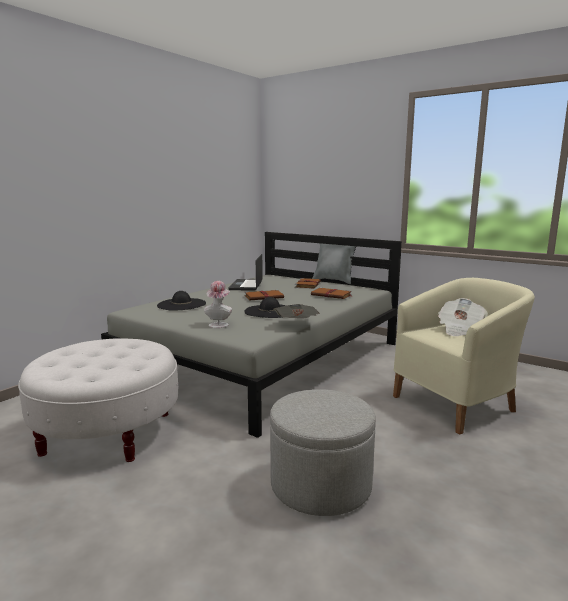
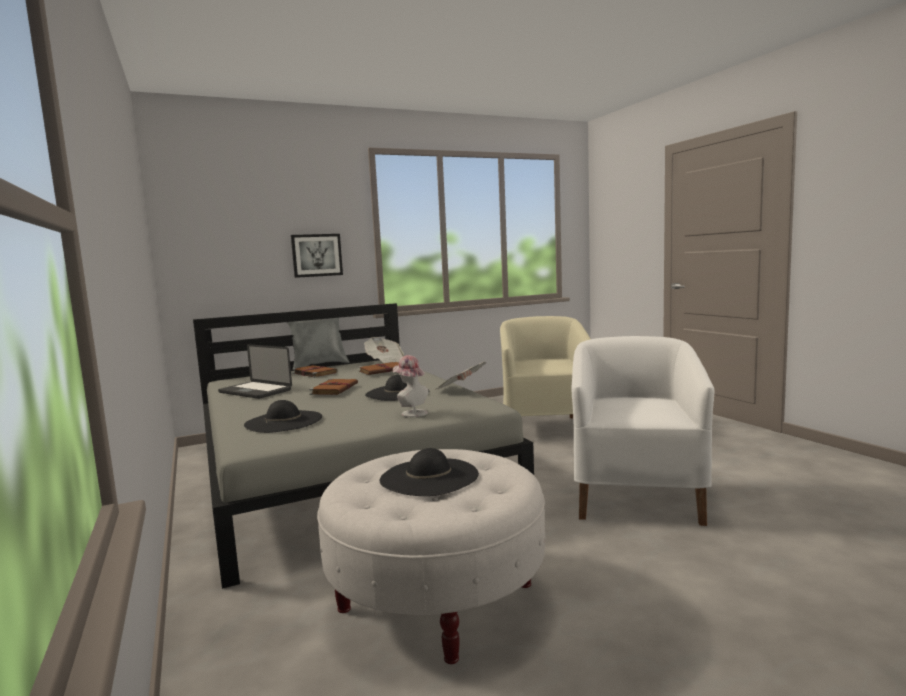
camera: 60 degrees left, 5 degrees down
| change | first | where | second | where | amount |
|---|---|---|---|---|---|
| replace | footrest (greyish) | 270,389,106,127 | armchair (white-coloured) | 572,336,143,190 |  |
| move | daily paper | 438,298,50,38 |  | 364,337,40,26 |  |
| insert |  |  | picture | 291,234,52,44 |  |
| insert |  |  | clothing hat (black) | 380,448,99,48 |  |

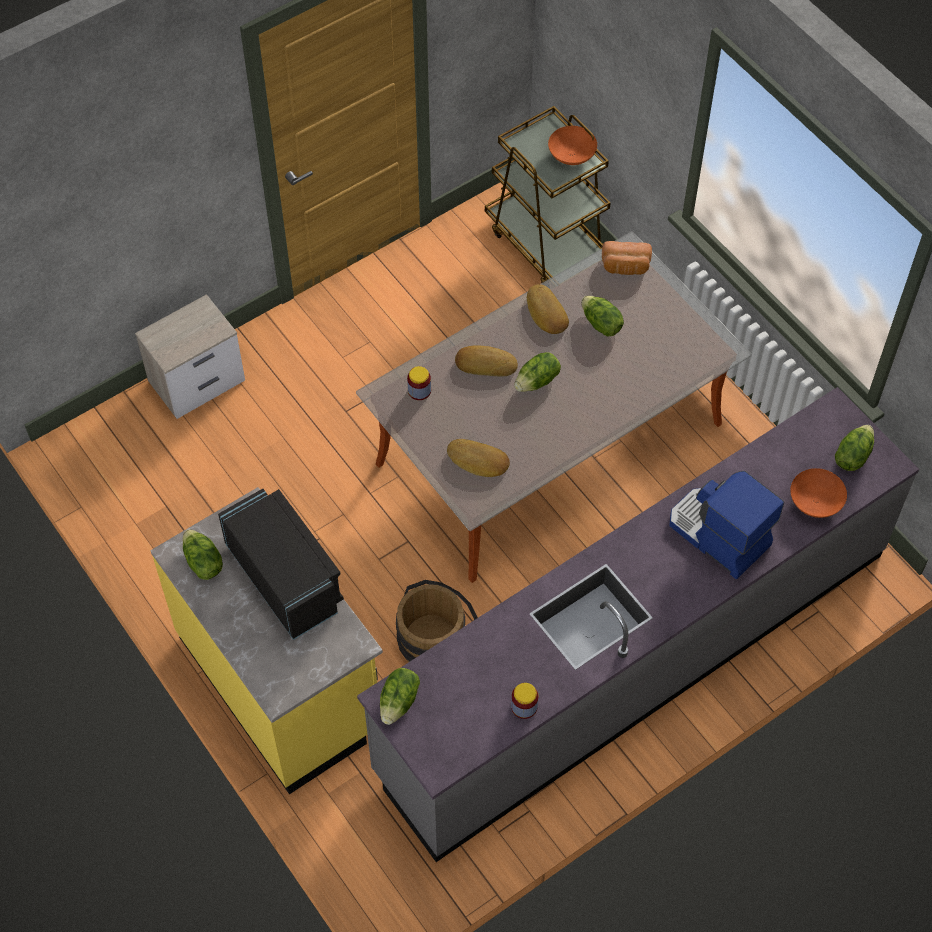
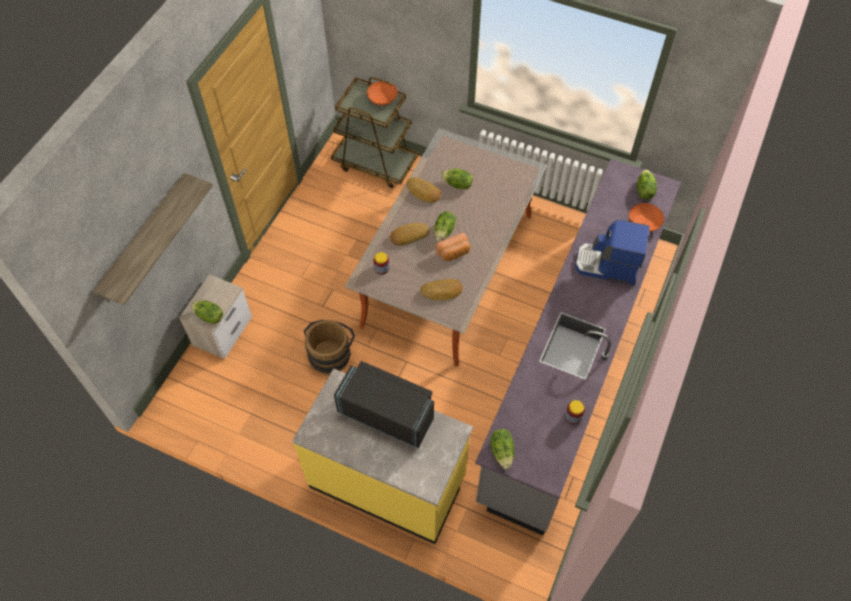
camera: 30 degrees left, 0 degrees up
| change | first | where | second | where | amount |
|---|---|---|---|---|---|
| move | lettuce head | 183,529,40,51 |  | 191,300,32,24 |  |
| move | water bucket (brown) | 396,580,82,82 |  | 304,320,51,55 |  |
| move | baked bread | 602,241,50,34 |  | 436,233,34,28 |  |
| insert |  |  | bracket shelf | 93,173,120,132 |  |

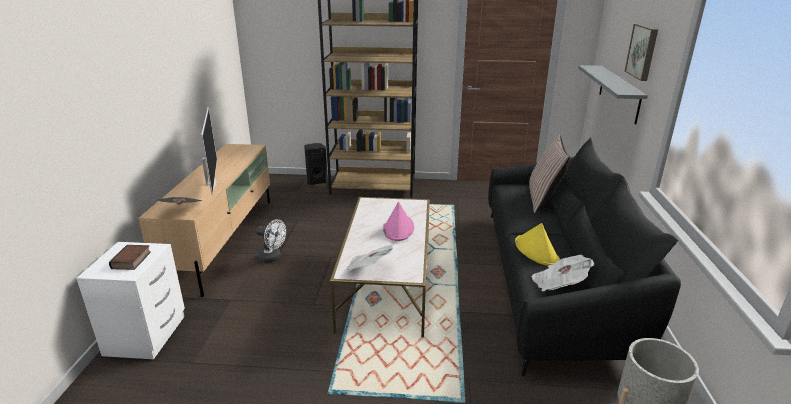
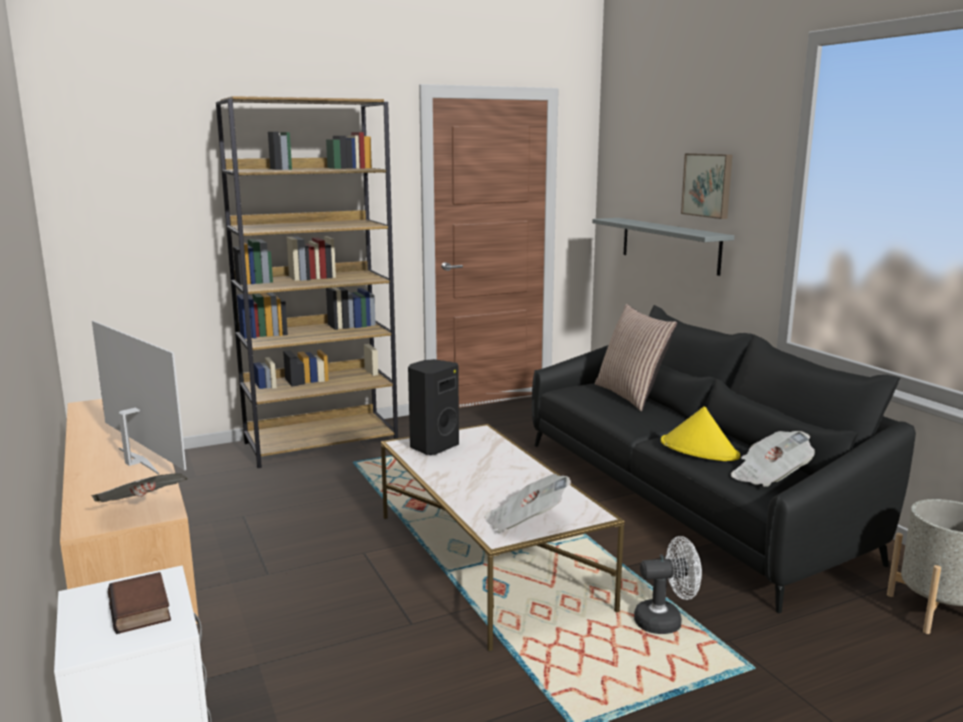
camera: 30 degrees left, 10 degrees down
| change | first | where | second | where | amount |
|---|---|---|---|---|---|
| move | cooling fan (white-coloured) | 256,219,30,44 |  | 634,536,68,98 |  |
| move | speaker (black) | 304,143,24,42 |  | 408,359,51,96 |  |
| delete | clothing hat (pinkish) | 383,202,31,39 |  |  |  |

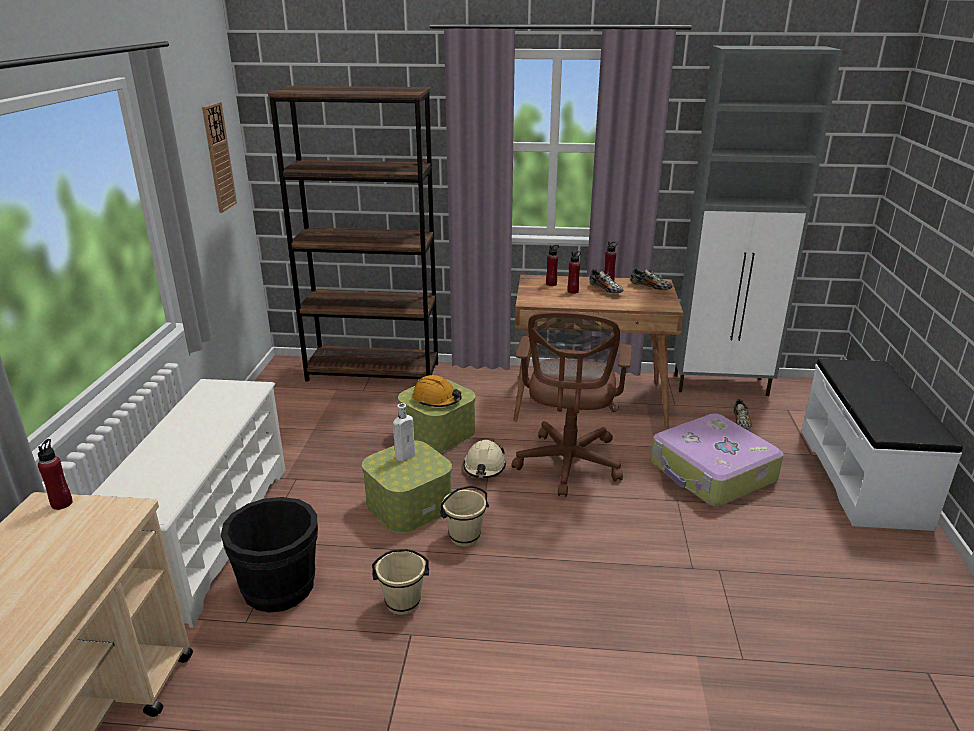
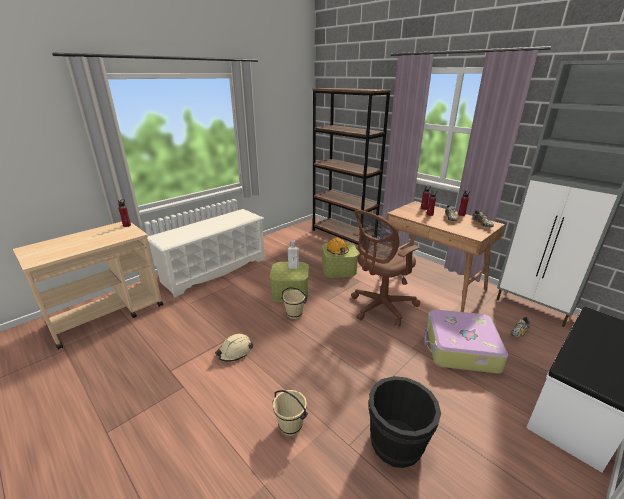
camera: 40 degrees right, 0 degrees up
| change | first | where | second | where | amount |
|---|---|---|---|---|---|
| delete | clock on the wall | 202,102,35,111 |  |  |  |
| move | water bucket (black) | 221,497,97,116 |  | 369,376,72,92 |  |
| move | water bucket (beige-coloured) | 372,549,57,66 |  | 273,390,35,46 |  |
| move | work helmet (beige-coloured) | 463,440,43,38 |  | 215,334,38,28 |  |

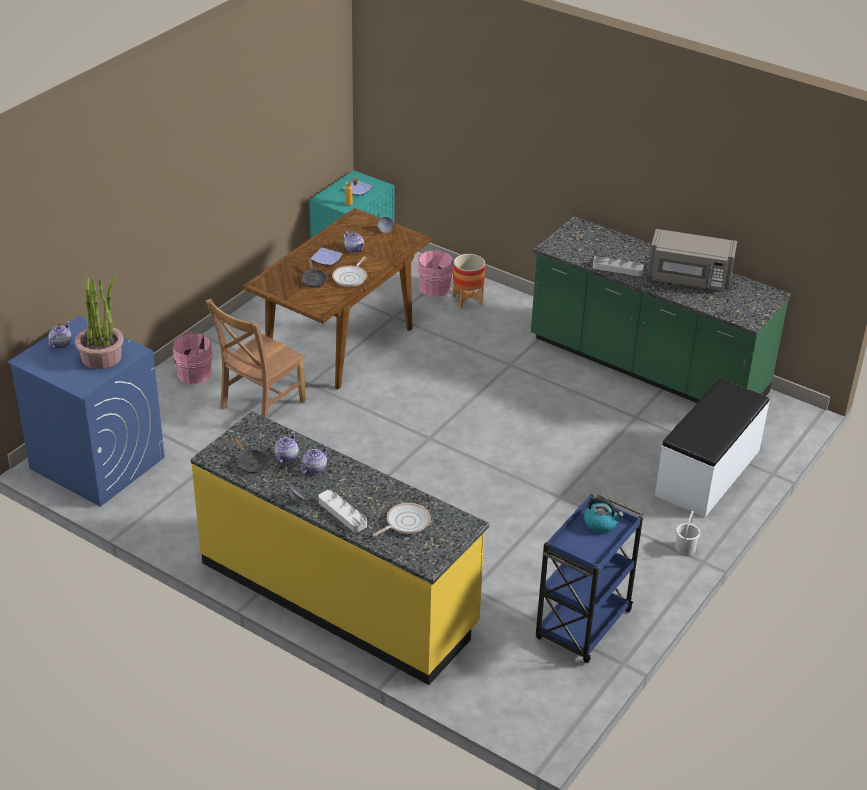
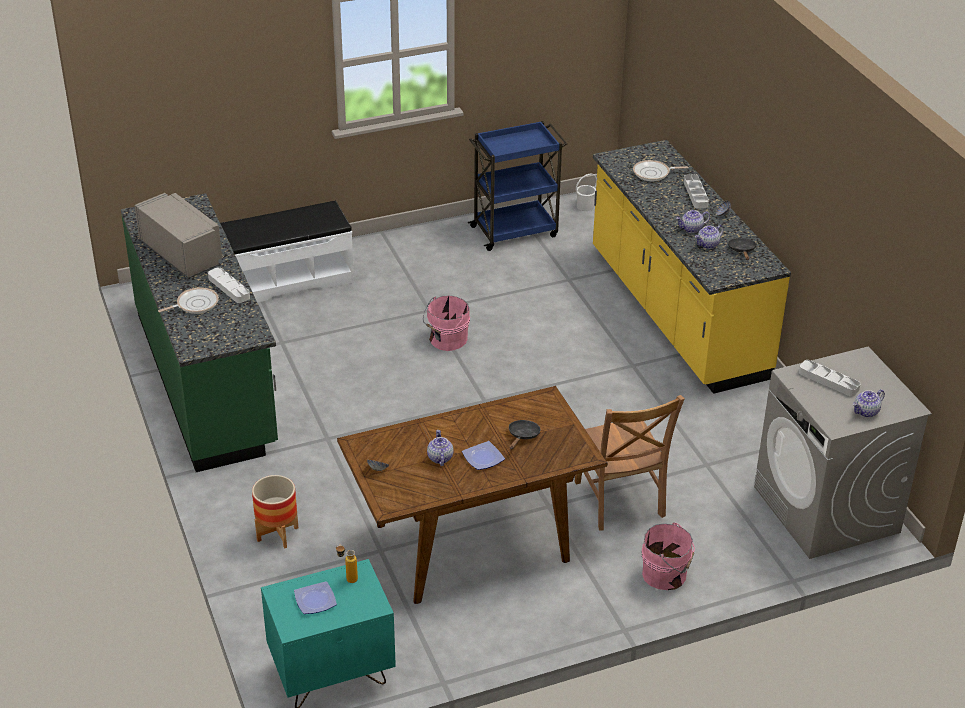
camera: 145 degrees left, 0 degrees up
| change | first | where | second | where | amount |
|---|---|---|---|---|---|
| recolor | laundry appliance (blue-coloured) | 7,316,158,191 | laundry appliance (greyish) | 754,346,178,213 |  |
| replace | plant in a pot | 75,274,49,95 | serving tray (greyish) | 799,360,61,36 |  |
| rotate | chair (brown) | 206,299,100,119 |  | 575,395,110,136 | 90 degrees clockwise |
| move | pan | 332,256,35,31 |  | 158,287,61,27 |  |
| move | water bucket (pinkish) | 417,250,37,47 |  | 423,295,47,56 |  |
| delete | water kettle | 584,497,40,36 |  |  |  |
| move | water bucket (white-coloured) | 675,511,26,44 |  | 576,174,21,37 |  |

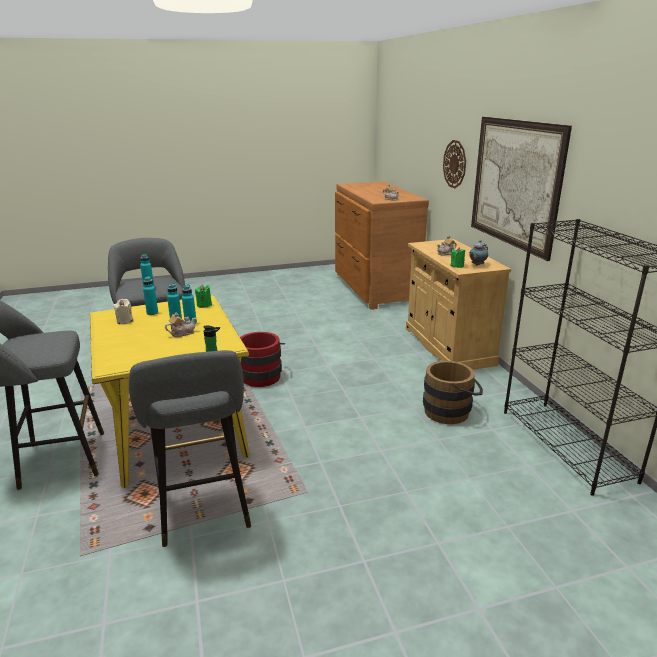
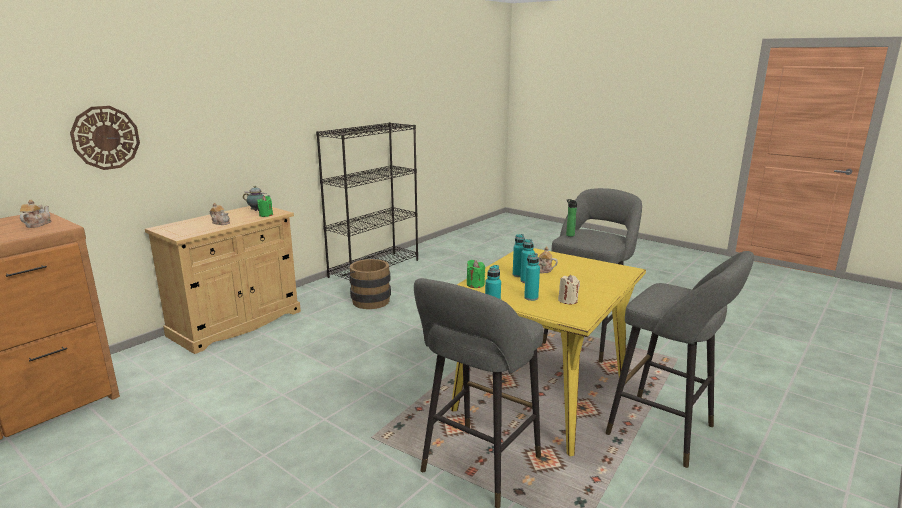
camera: 125 degrees left, 5 degrees down
| change | first | where | second | where | amount |
|---|---|---|---|---|---|
| delete | water bucket (red) | 240,332,45,55 |  |  |  |
| delete | picture | 471,117,101,144 |  |  |  |

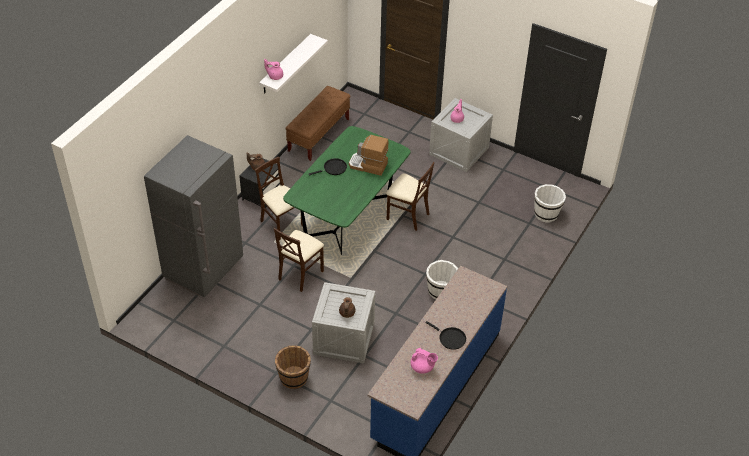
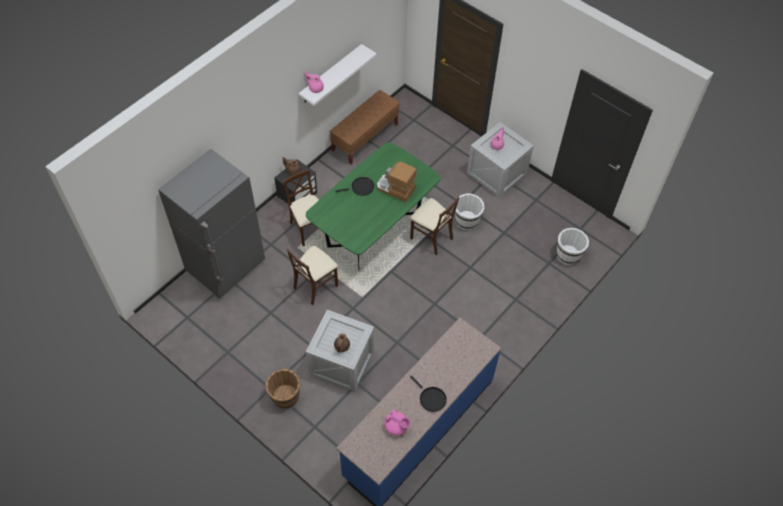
camera: 10 degrees right, 10 degrees up
| change | first | where | second | where | amount |
|---|---|---|---|---|---|
| move | water bucket (white-coloured) | 426,260,32,39 |  | 455,193,30,37 |  |

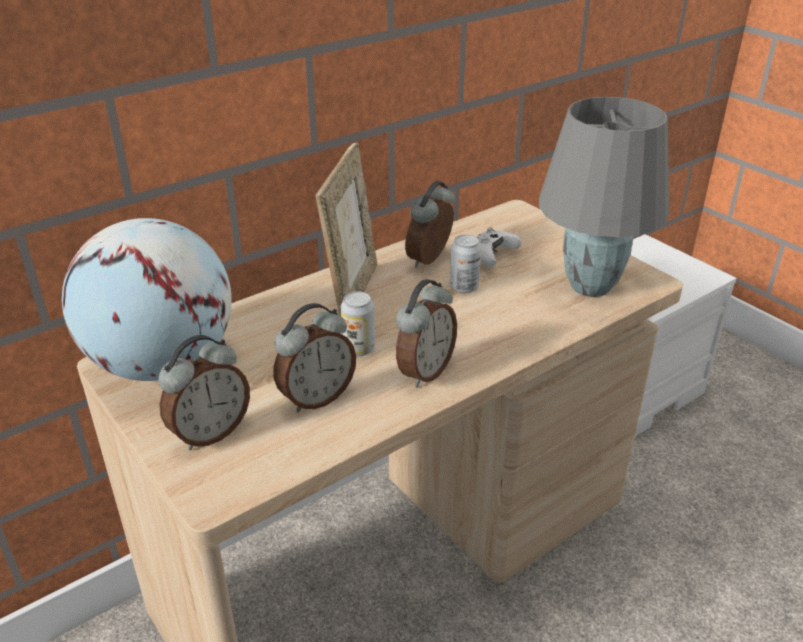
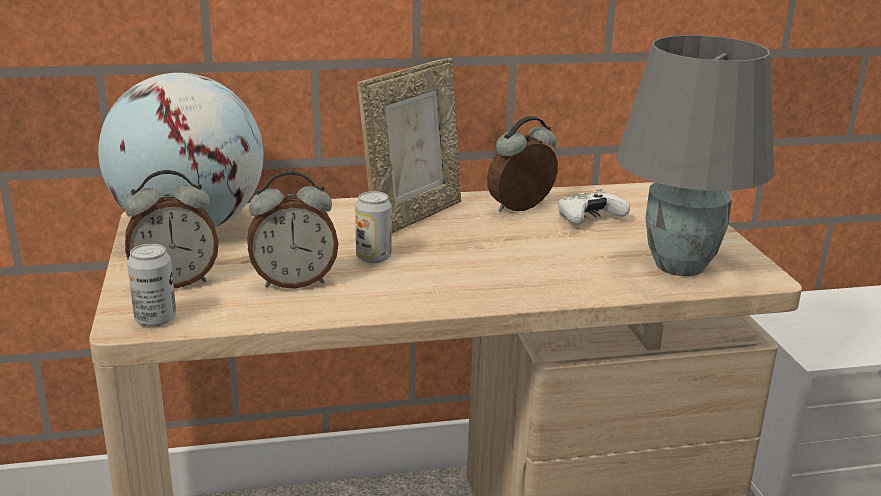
camera: 25 degrees right, 10 degrees down
| change | first | where | second | where | amount |
|---|---|---|---|---|---|
| delete | bedside clock | 396,279,61,108 |  |  |  |
| move | sealed can | 450,234,31,59 |  | 127,244,49,83 |  |

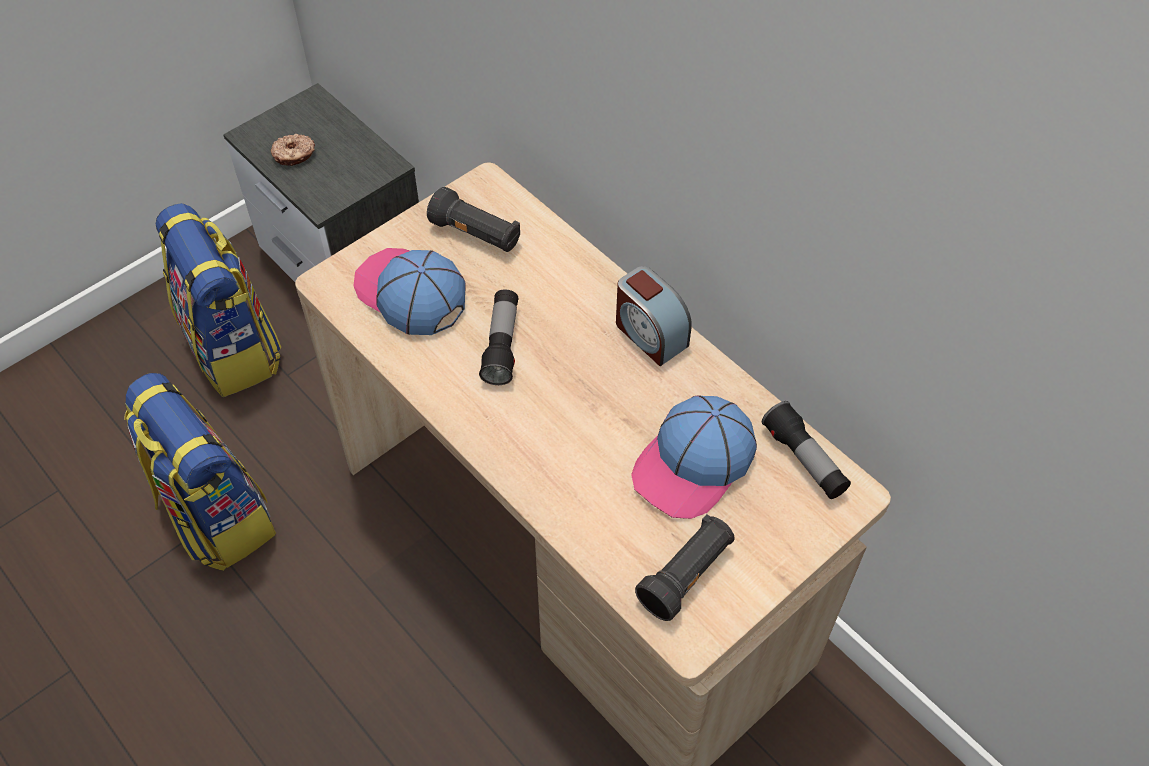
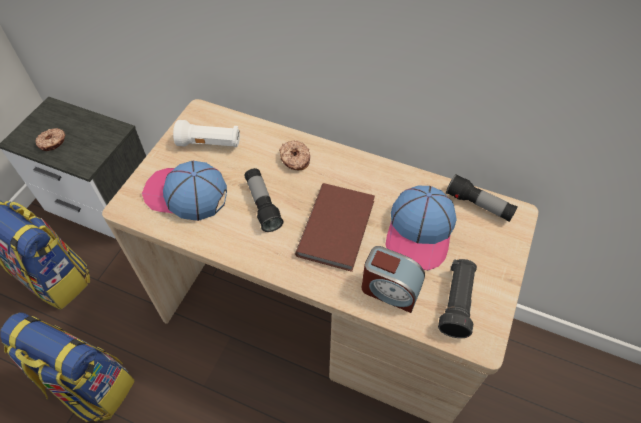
camera: 25 degrees left, 0 degrees up
| change | first | where | second | where | amount |
|---|---|---|---|---|---|
| recolor | hand torch (black) | 427,187,93,65 | hand torch (white-coloured) | 173,120,67,27 |  |
| move | bedside clock | 616,266,76,100 |  | 362,246,63,67 |  |
| insert |  |  | donut | 279,141,31,30 |  |
| insert |  |  | volume (brown) | 295,183,80,89 |  |

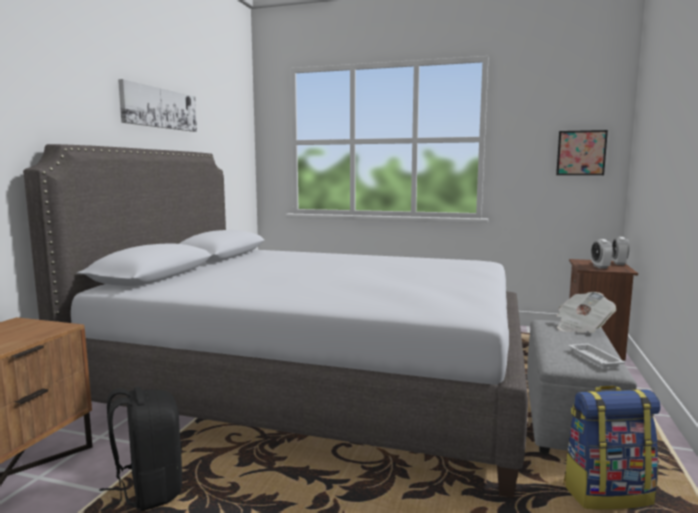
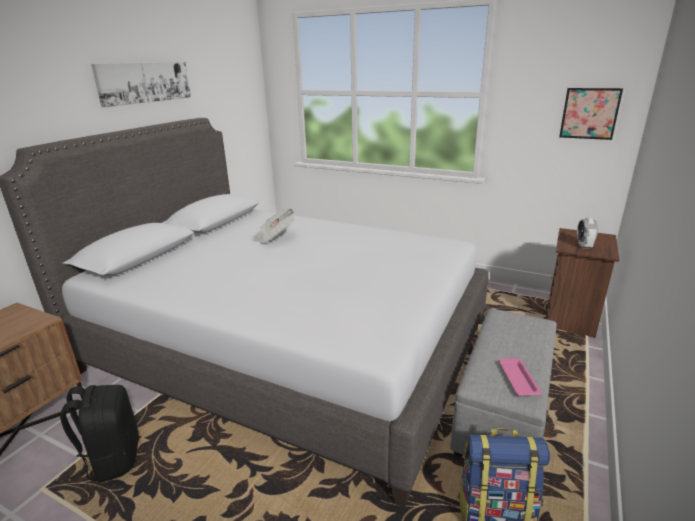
camera: 10 degrees right, 15 degrees up
| change | first | where | second | where | amount |
|---|---|---|---|---|---|
| move | daily paper | 557,292,59,41 |  | 250,208,45,35 |  |
| recolor | serving tray (white-coloured) | 569,344,56,23 | serving tray (pinkish) | 498,358,44,38 |  |
| delete | bedside clock | 612,237,18,28 |  |  |  |

